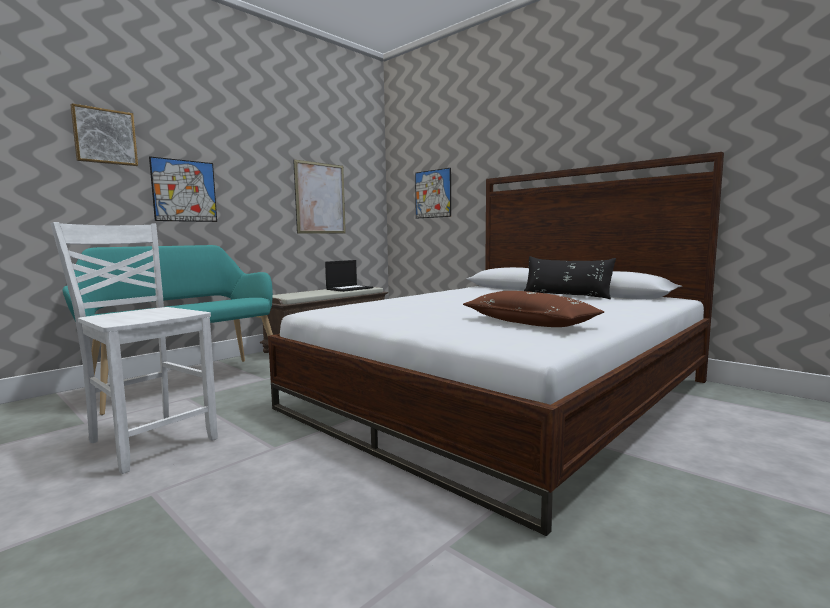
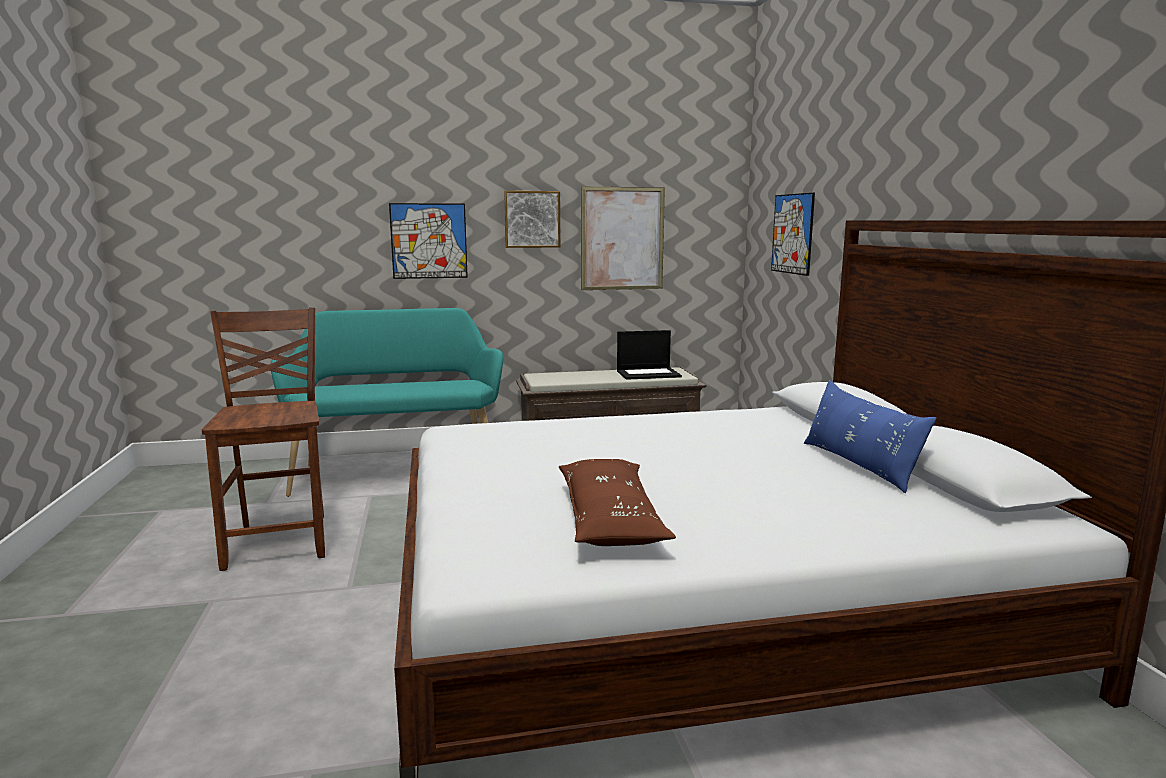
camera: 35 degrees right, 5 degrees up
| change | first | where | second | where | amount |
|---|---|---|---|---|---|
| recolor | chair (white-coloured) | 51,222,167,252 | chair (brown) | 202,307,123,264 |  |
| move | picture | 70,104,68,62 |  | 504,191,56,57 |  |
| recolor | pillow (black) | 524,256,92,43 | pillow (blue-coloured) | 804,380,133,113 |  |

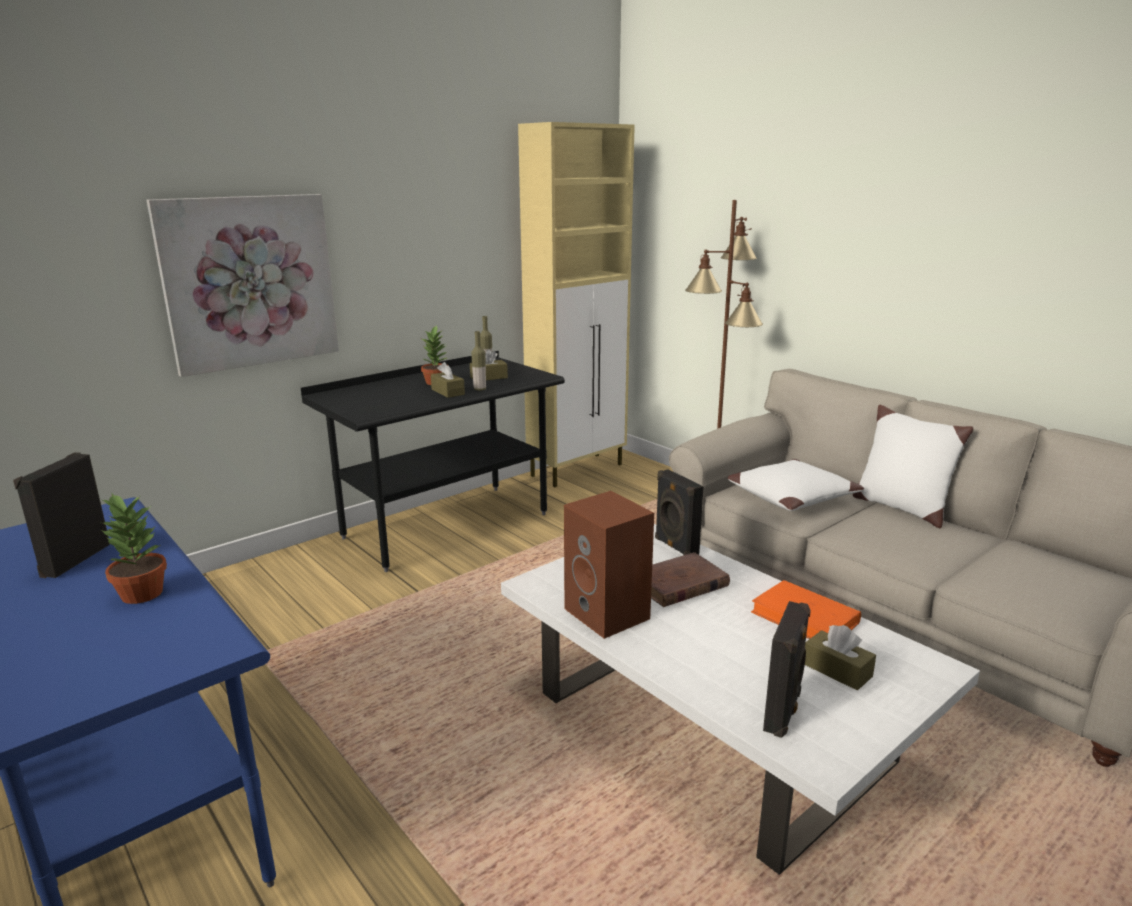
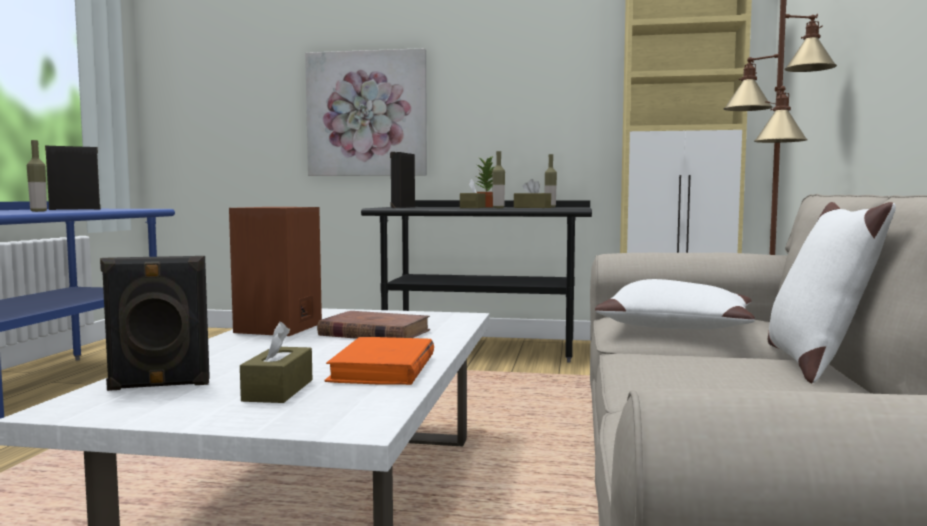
camera: 50 degrees right, 15 degrees down
| change | first | where | second | where | amount |
|---|---|---|---|---|---|
| replace | plant in a pot | 100,494,67,110 | bottle | 27,140,20,72 |  |
| move | speaker (black) | 655,469,49,86 |  | 390,152,25,56 |  |

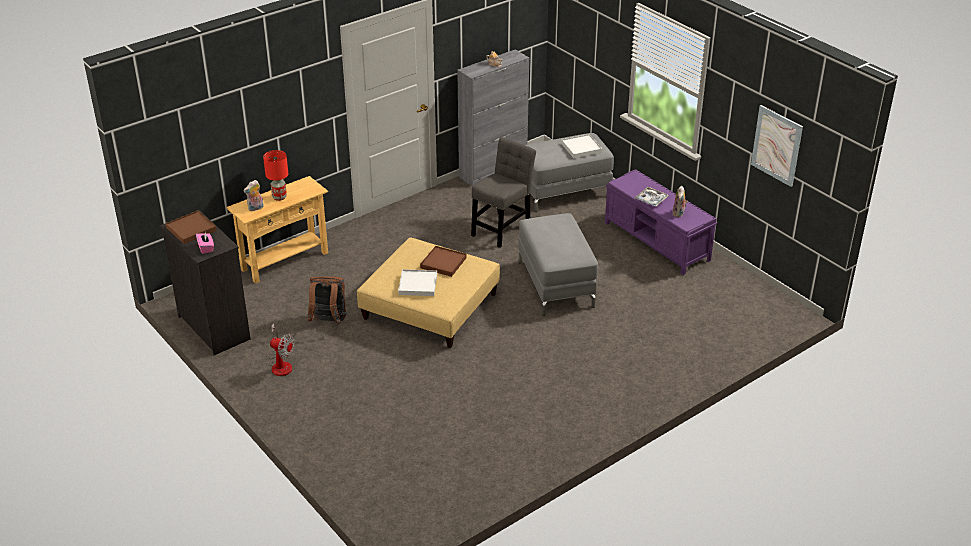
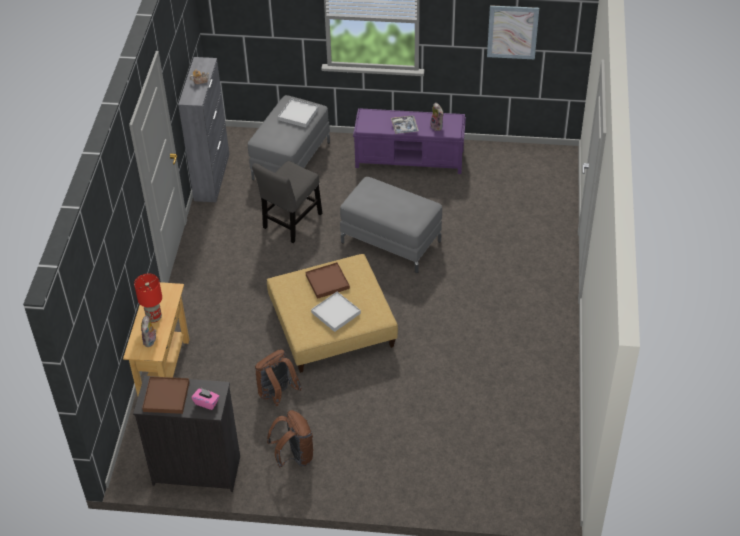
camera: 45 degrees left, 10 degrees up
| change | first | where | second | where | amount |
|---|---|---|---|---|---|
| replace | cooling fan | 268,324,26,52 | backpack (brown) | 267,410,47,58 |  |
| rotate | chair (greyish) | 471,138,65,110 |  | 252,161,70,82 | 135 degrees counterclockwise |

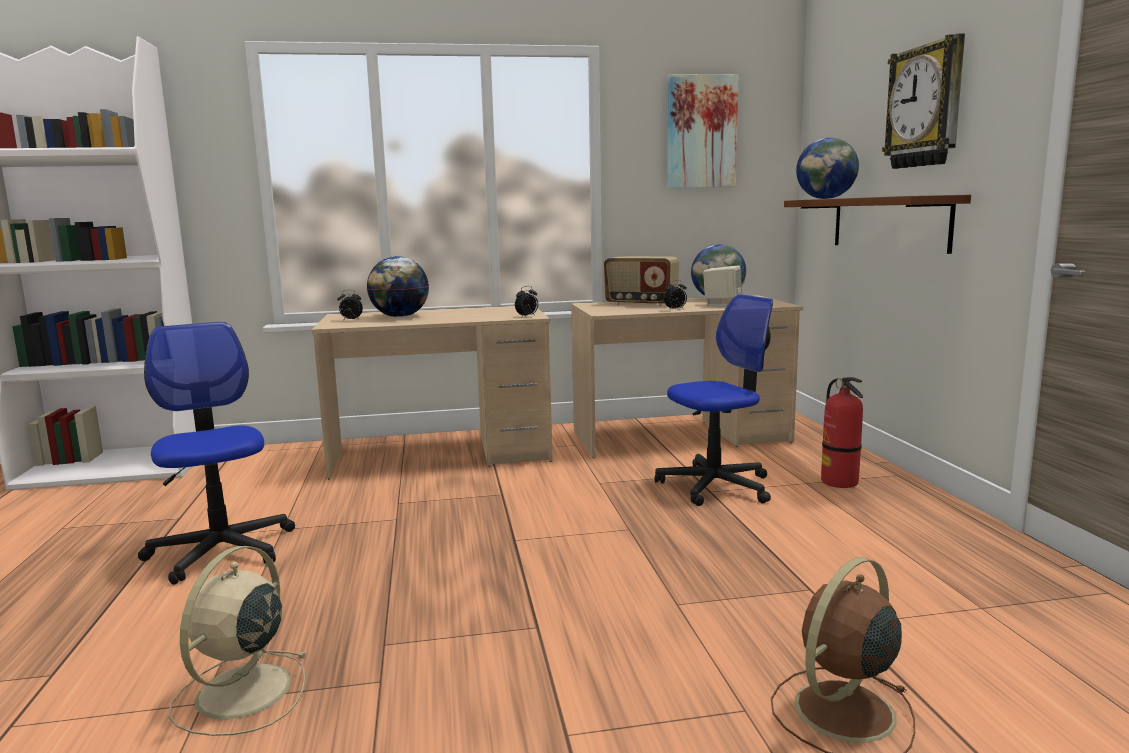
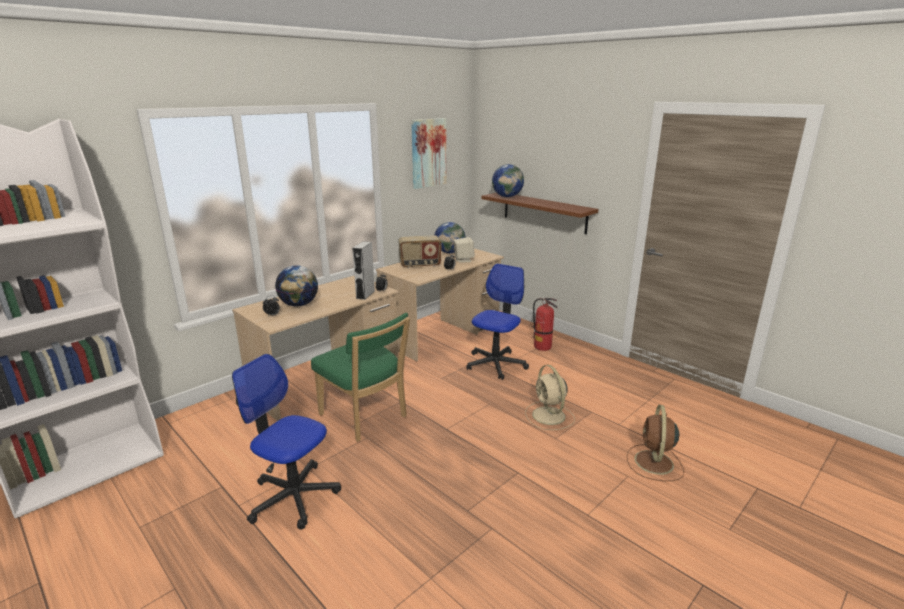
camera: 35 degrees left, 10 degrees up
| change | first | where | second | where | amount |
|---|---|---|---|---|---|
| move | cooling fan (beige-coloured) | 168,546,139,190 |  | 525,365,50,65 |  |
| delete | clock on the wall | 882,33,83,136 |  |  |  |
| insert |  |  | chair (green) | 311,313,99,129 |  |
| insert |  |  | speaker (greyish) | 353,241,22,59 |  |

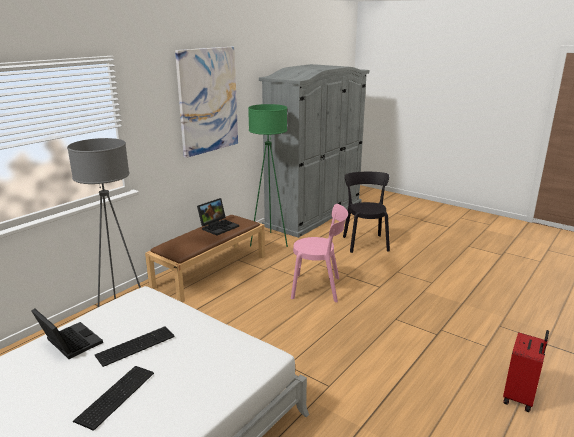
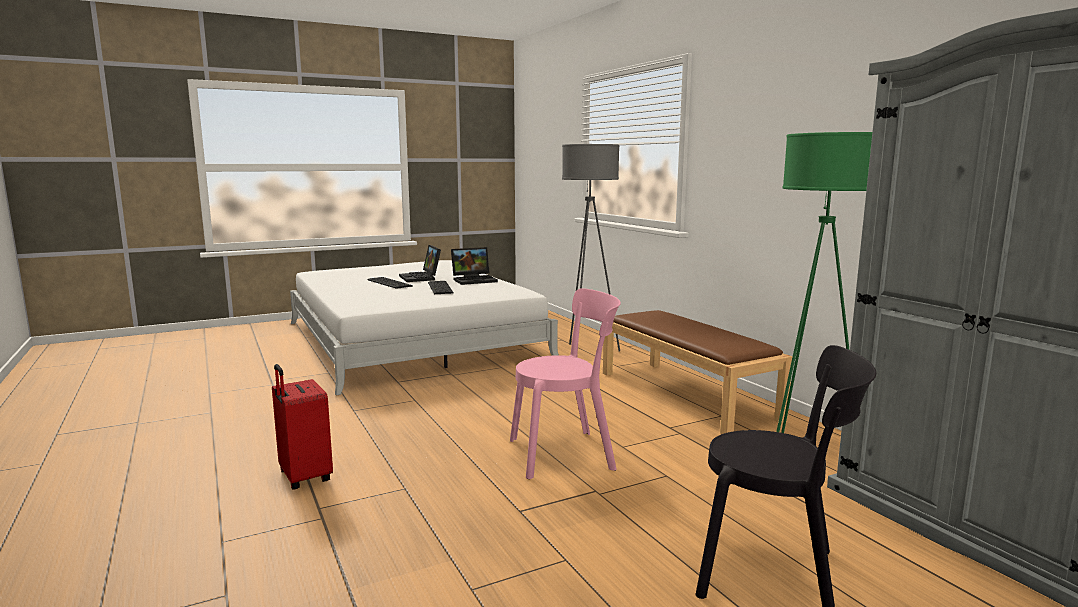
camera: 115 degrees right, 10 degrees down
| change | first | where | second | where | amount |
|---|---|---|---|---|---|
| delete | picture | 175,47,63,111 |  |  |  |
| move | notebook computer | 197,198,42,38 |  | 399,245,42,37 |  |
| rotate | chair (pinkish) | 291,204,57,99 |  | 510,288,111,191 | 135 degrees counterclockwise |
| move | suitcase (red) | 503,330,46,82 |  | 272,364,61,126 |  |

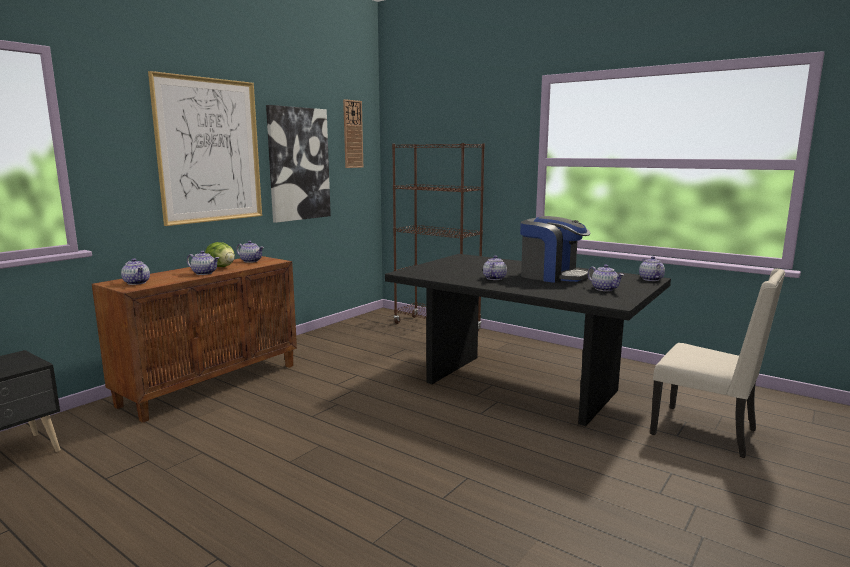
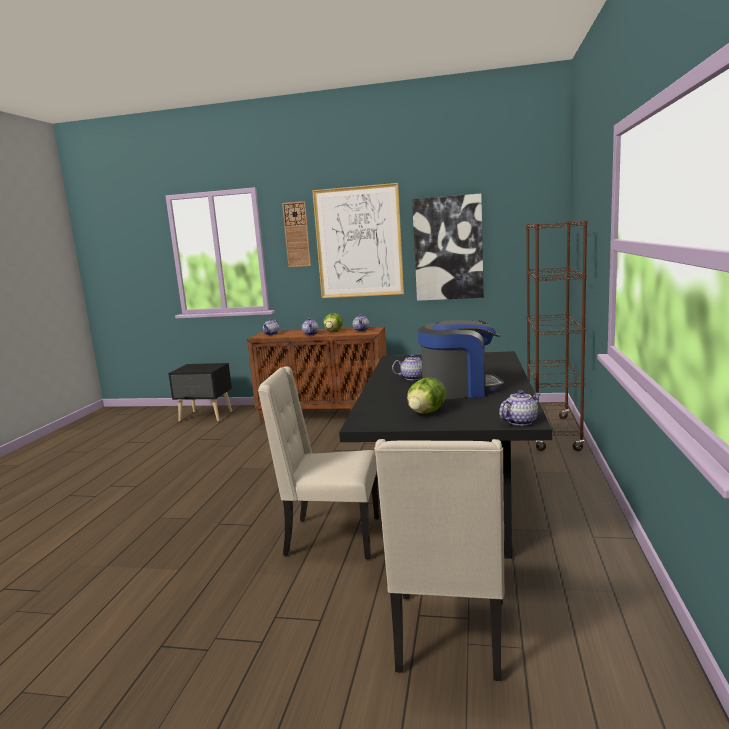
camera: 65 degrees right, 0 degrees up
| change | first | where | second | where | amount |
|---|---|---|---|---|---|
| move | clock on the wall | 343,99,20,69 |  | 282,201,29,66 |  |
| rotate | coffee machine | 520,216,71,67 |  | 418,320,86,79 | 105 degrees counterclockwise |
| replace | teapot | 588,265,36,26 | lettuce head | 407,377,40,37 |  |
| insert |  |  | chair (beige-coloured) | 258,366,122,193 |  |

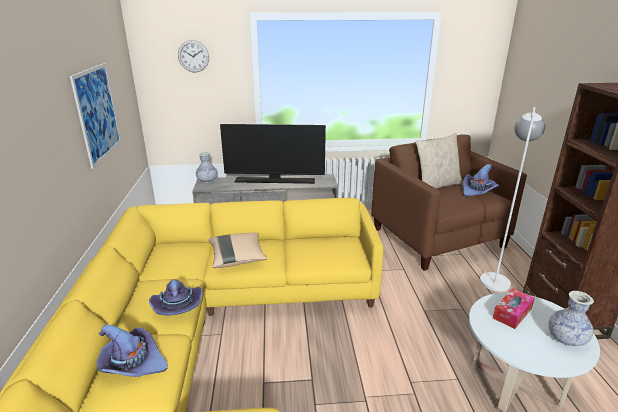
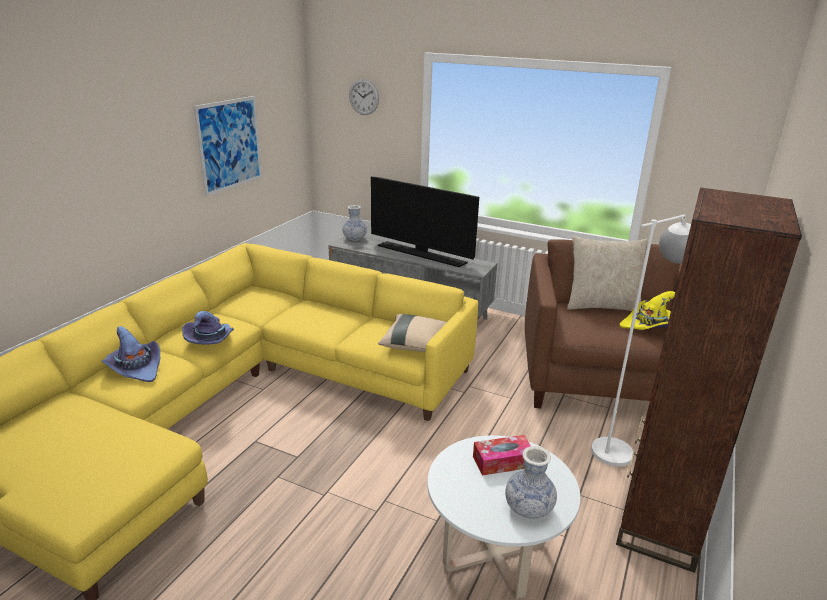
camera: 30 degrees right, 0 degrees up
| change | first | where | second | where | amount |
|---|---|---|---|---|---|
| move | pillow (beige-coloured) | 209,233,58,35 |  | 378,314,69,38 |  |
| recolor | clothing hat (purple) | 463,164,36,33 | clothing hat (yellow-coloured) | 620,291,55,39 |  |

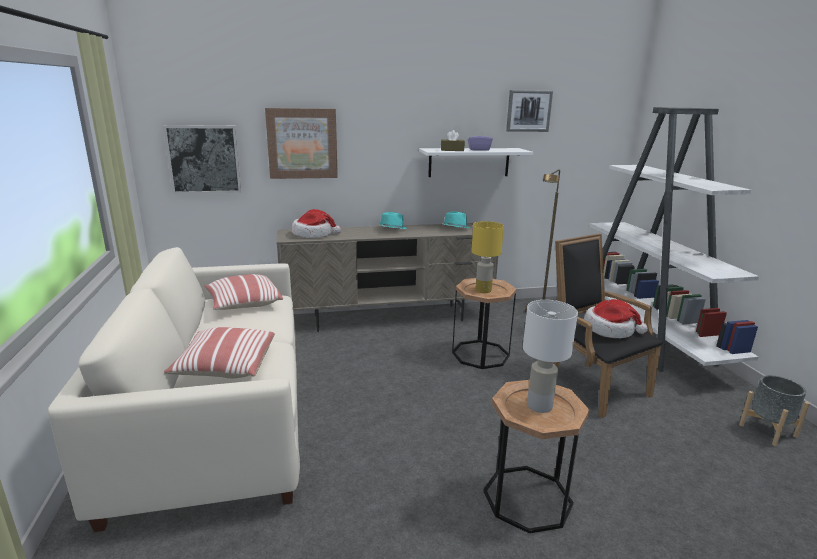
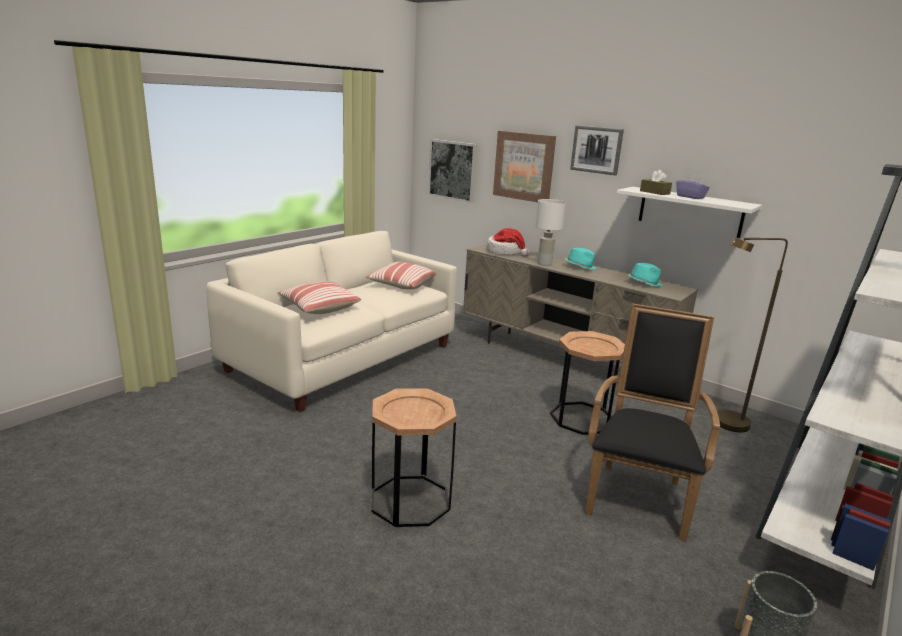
camera: 50 degrees right, 0 degrees up
| change | first | where | second | where | amount |
|---|---|---|---|---|---|
| delete | table lamp (yellow-coloured) | 471,221,33,72 |  |  |  |
| move | picture | 506,90,47,42 |  | 570,125,54,50 |  |
| move | table lamp (white-coloured) | 523,300,55,113 |  | 535,199,31,67 |  |
| delete | clothing hat | 584,299,64,39 |  |  |  |

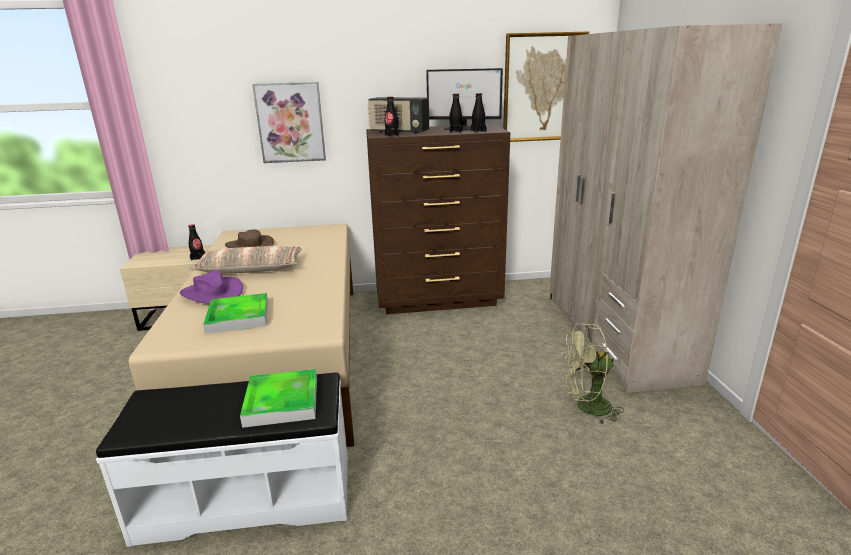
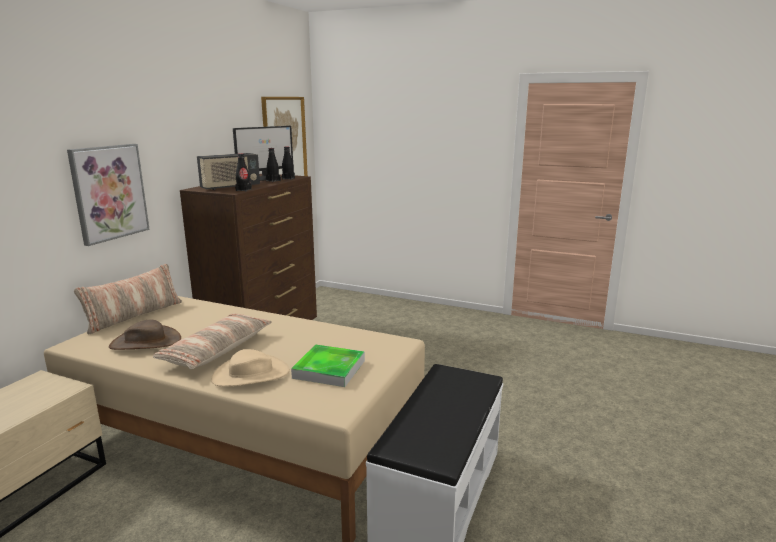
camera: 60 degrees left, 5 degrees down
| change | first | where | second | where | amount |
|---|---|---|---|---|---|
| recolor | clothing hat (purple) | 180,270,63,34 | clothing hat (beige-coloured) | 211,349,79,38 |  |
| delete | bottle (black) | 188,224,17,36 |  |  |  |
| delete | serving tray | 240,369,77,59 |  |  |  |
| delete | wardrobe (beige-coloured) | 550,23,233,370 |  |  |  |
| delete | cooling fan (green) | 561,323,63,102 |  |  |  |
| insert |  |  | pillow | 74,264,108,70 |  |

